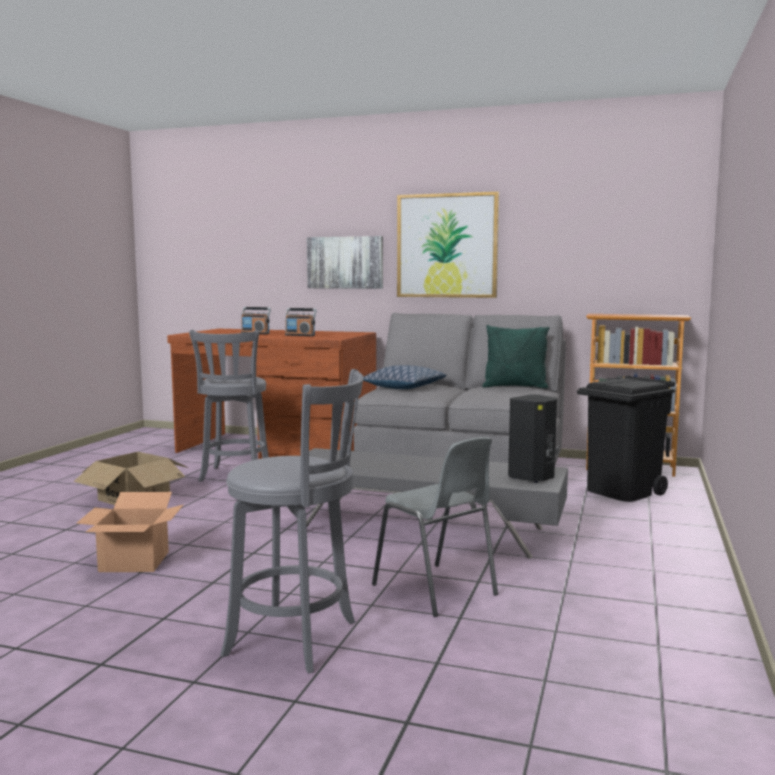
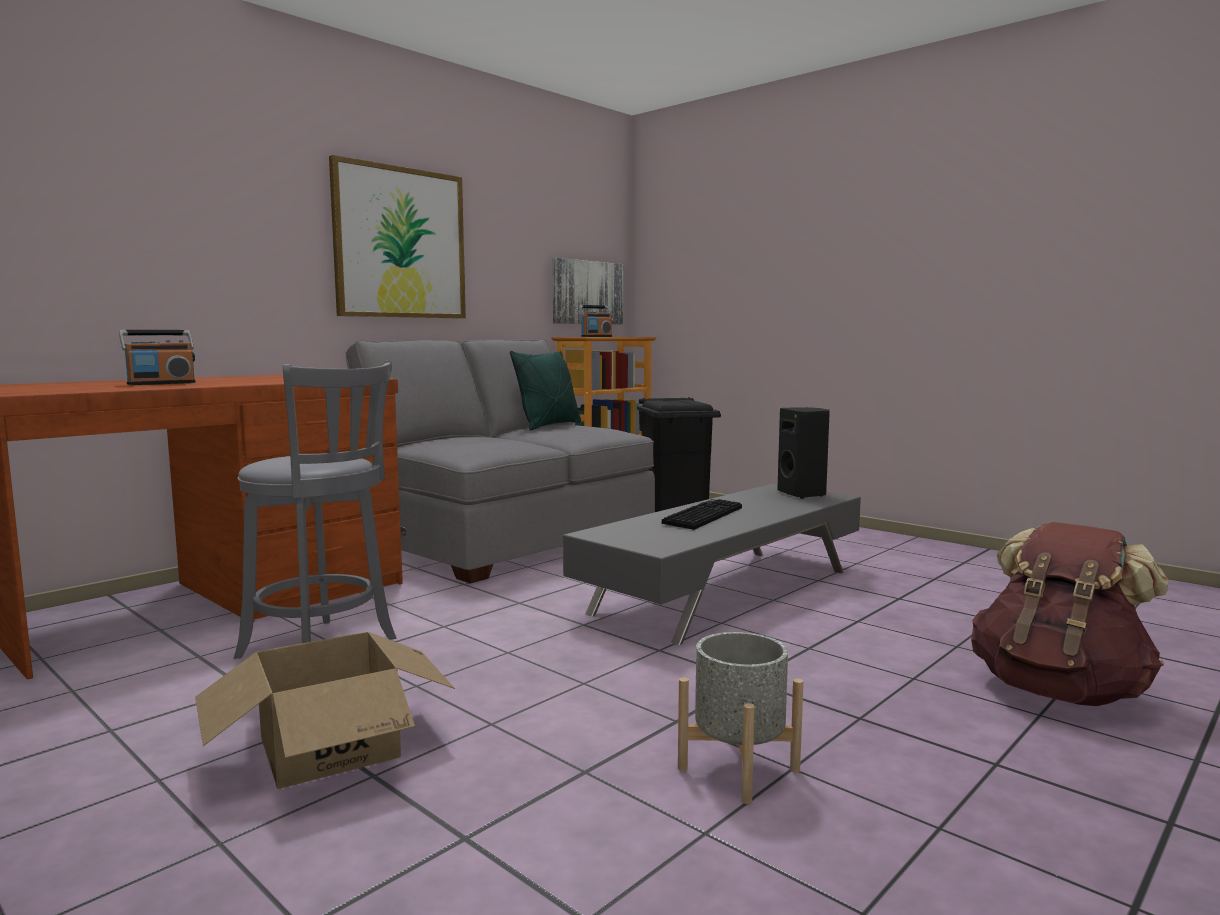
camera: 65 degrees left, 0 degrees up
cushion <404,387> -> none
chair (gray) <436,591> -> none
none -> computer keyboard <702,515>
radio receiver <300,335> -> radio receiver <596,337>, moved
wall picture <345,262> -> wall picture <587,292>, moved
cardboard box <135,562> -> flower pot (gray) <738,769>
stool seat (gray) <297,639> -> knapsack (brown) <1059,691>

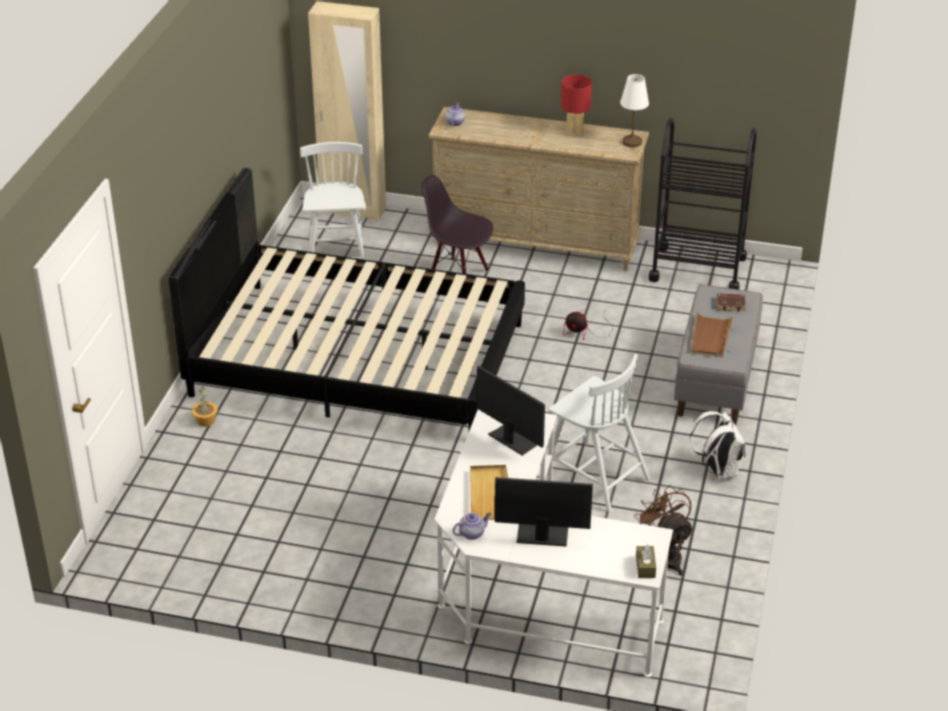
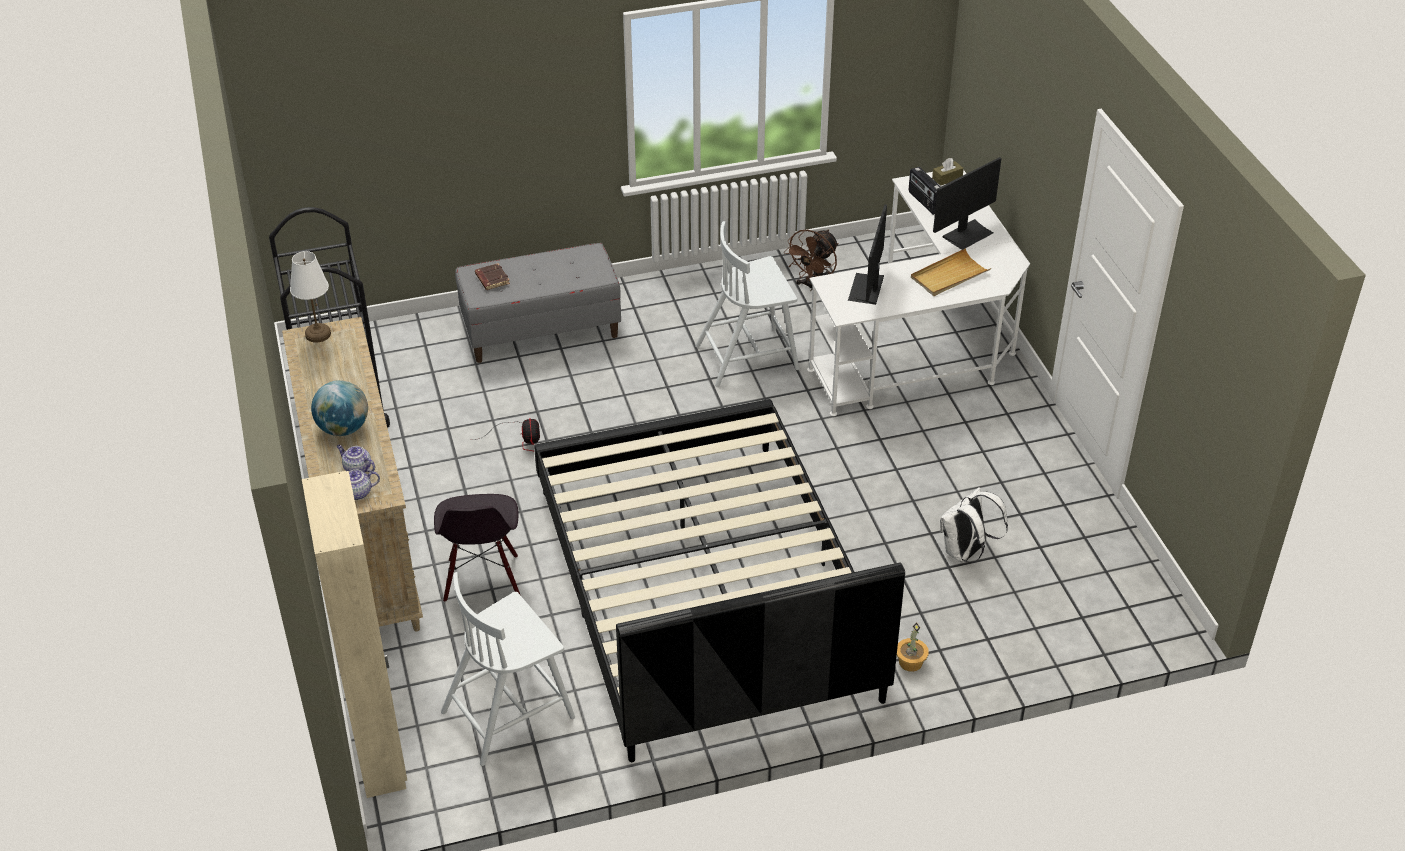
camera: 120 degrees left, 5 degrees up
tabletop lamp (red) <575,131> -> none
tray (brown) <710,337> -> none
none -> globe <343,429>
none -> radio receiver <924,202>
tea pot <472,533> -> tea pot <357,469>, moved
knapsack (white-coloured) <718,470> -> knapsack (white-coloured) <966,553>, moved
monitor <542,535> -> monitor <967,234>, 105 degrees counterclockwise
chair (white-coloured) <595,476> -> chair (white-coloured) <748,356>, 120 degrees counterclockwise

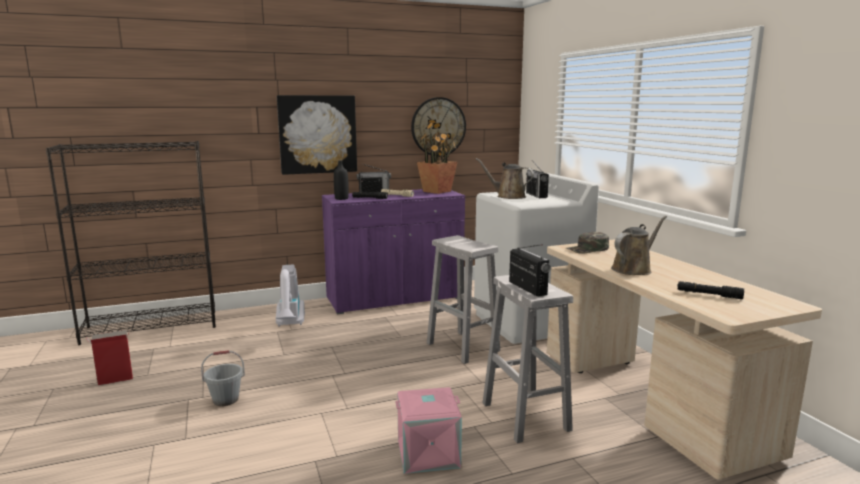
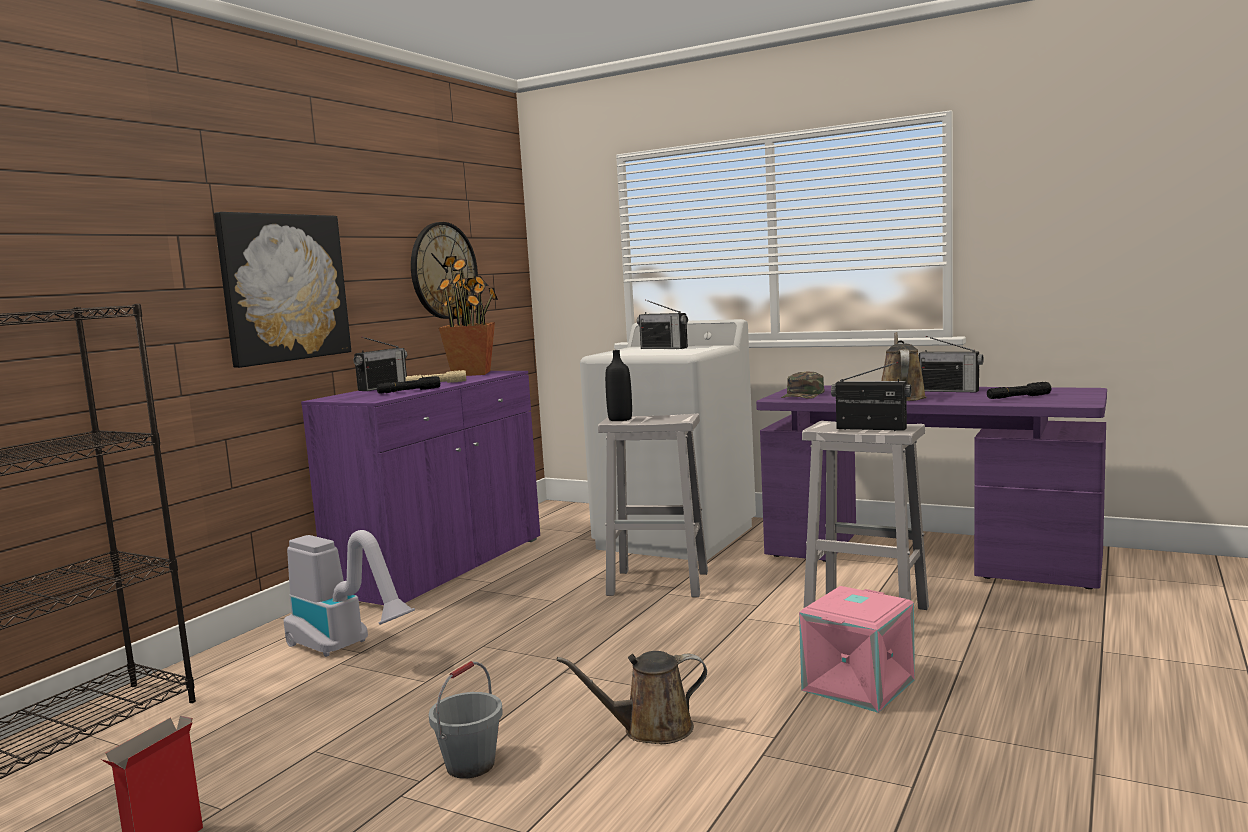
camera: 40 degrees left, 5 degrees down
none -> radio receiver <949,391>
bottle (black) <341,198> -> bottle (black) <620,419>, moved
sprinkling can (brown) <508,196> -> sprinkling can (brown) <651,729>, moved
desk unit (beige-coloured) <647,400> -> desk unit (purplish) <927,560>

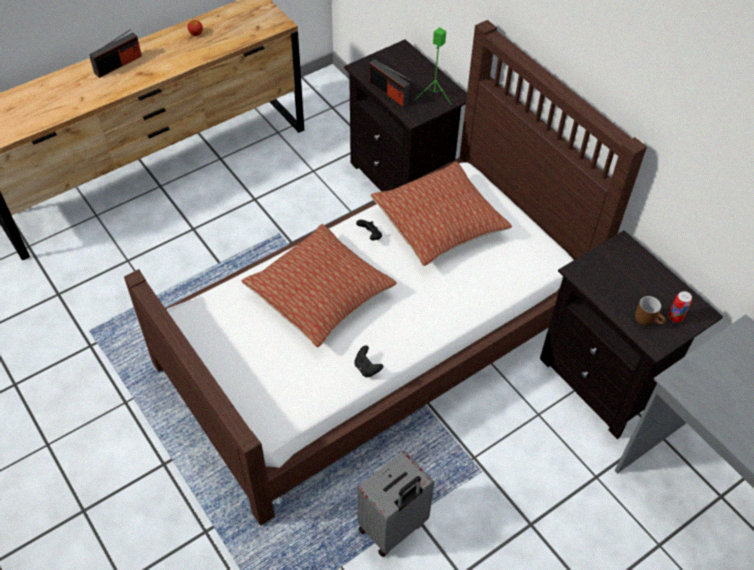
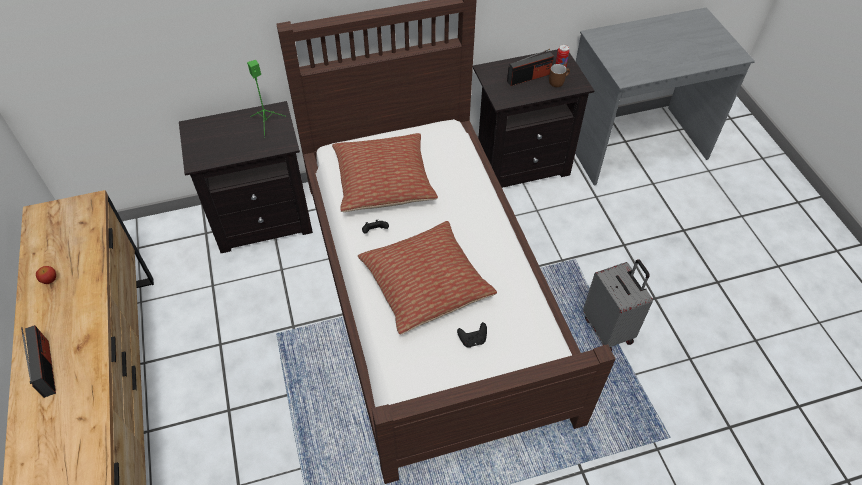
camera: 70 degrees left, 0 degrees up
joypad (black) <367,368> -> joypad (black) <472,340>, moved
radio receiver <389,92> -> radio receiver <529,77>, moved

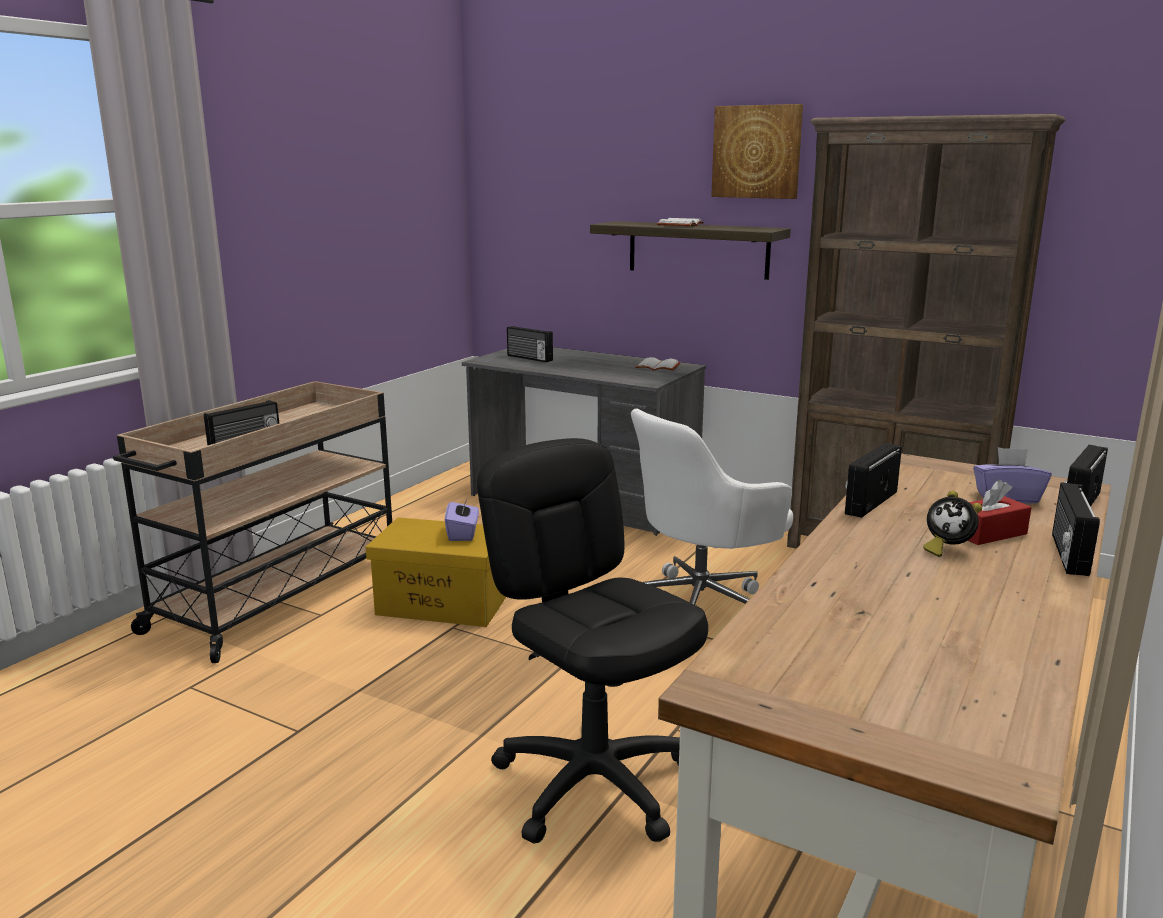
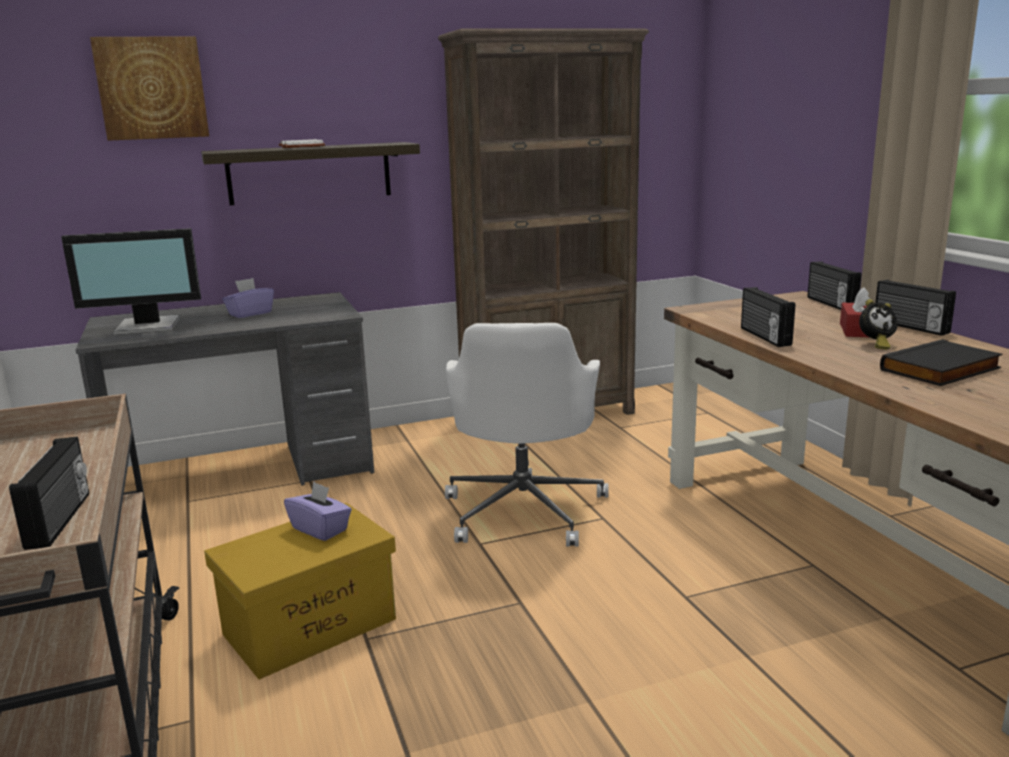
camera: 50 degrees left, 0 degrees up
desk chair (black) <594,782> -> none
bound book (white-coloured) <659,366> -> none
none -> bound book (black) <941,370>
wall picture <757,152> -> wall picture <152,88>, moved
tissue holder (purplish) <1007,497> -> tissue holder (purplish) <250,313>, moved
radio receiver <529,358> -> monitor <148,326>

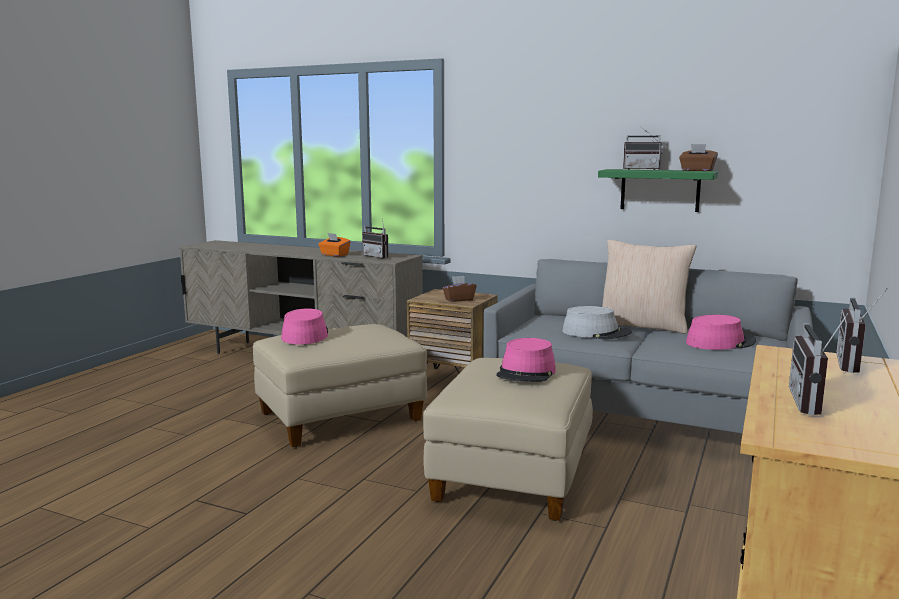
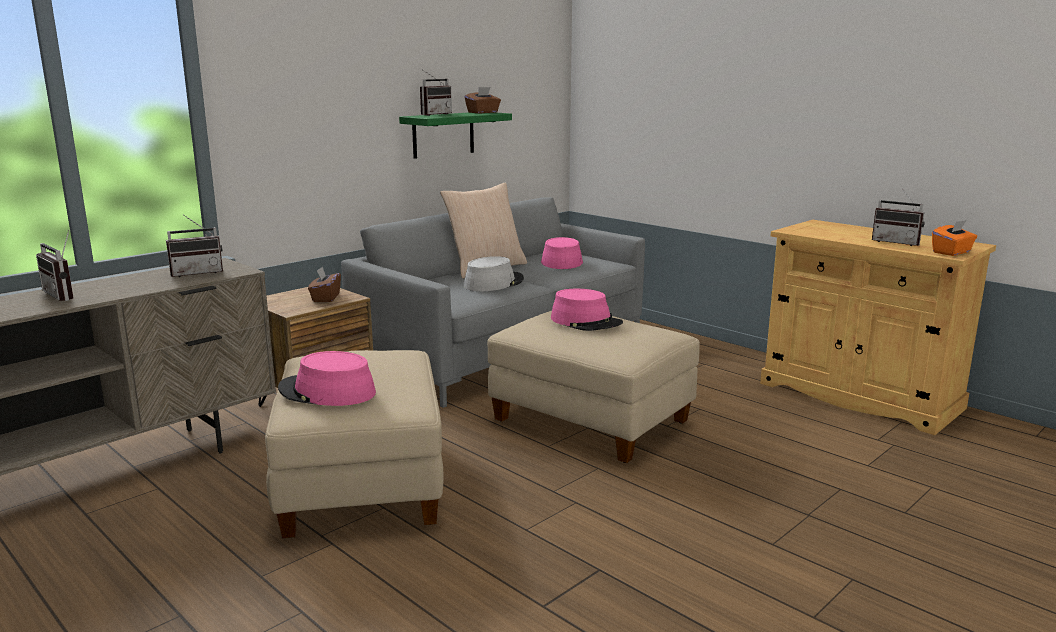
camera: 70 degrees left, 5 degrees up
tissue holder (orangey) <334,255> -> tissue holder (orangey) <952,252>, moved
radio receiver <857,365> -> radio receiver <66,295>, moved

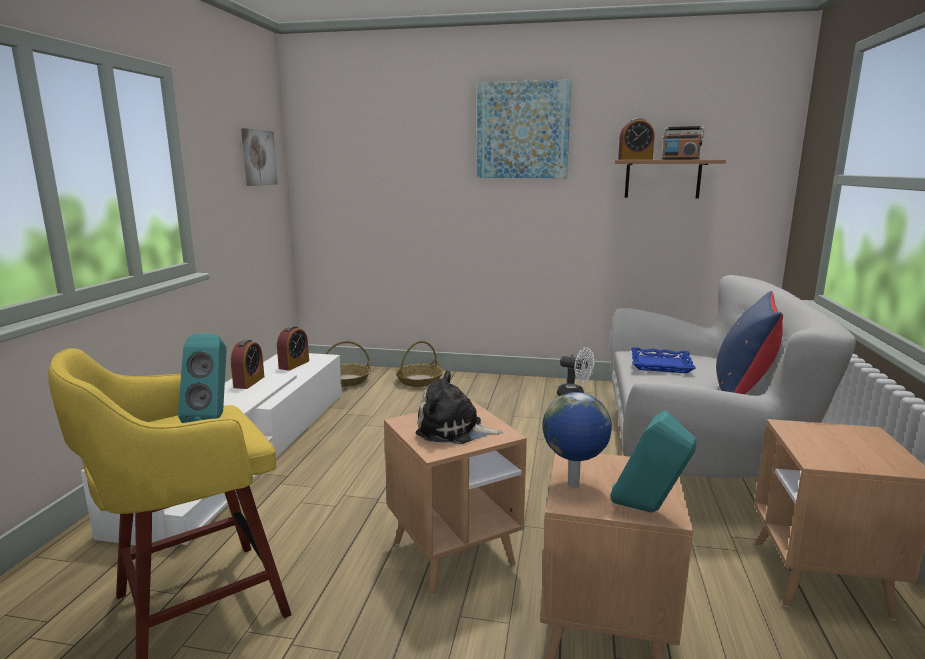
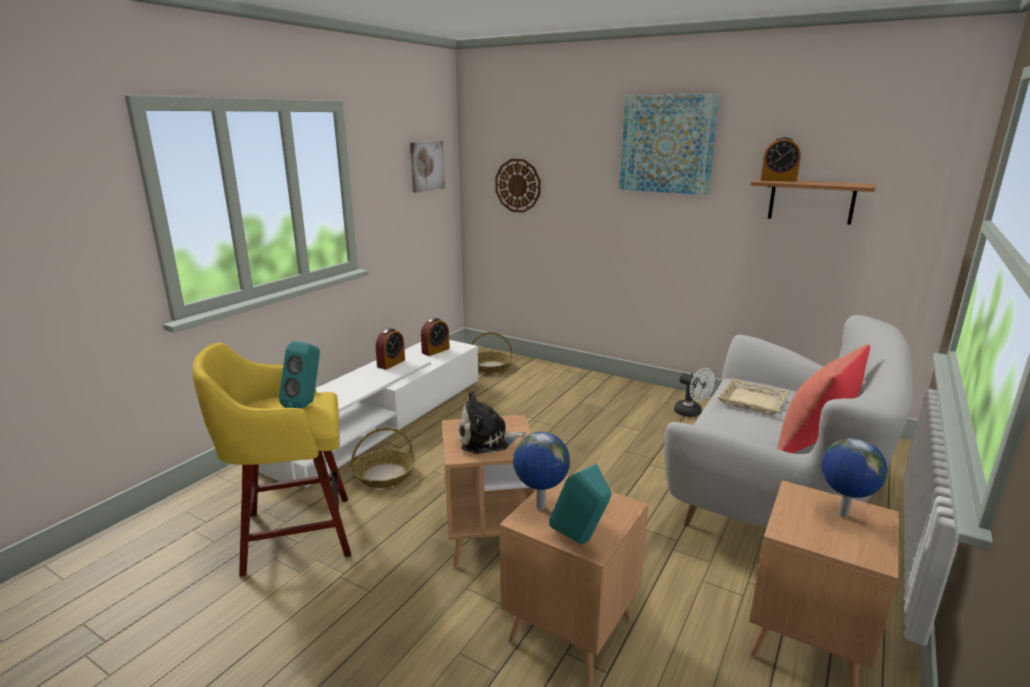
camera: 20 degrees right, 5 degrees up
radio receiver <680,159> -> none
none -> clock on the wall <518,185>
none -> globe <842,515>
household basket <419,381> -> household basket <384,475>, moved
tray (blue) <660,365> -> tray (beige-coloured) <752,401>
cushion (blue) <742,392> -> cushion (red) <813,445>
plush toy <453,430> -> plush toy <487,440>, 45 degrees counterclockwise

